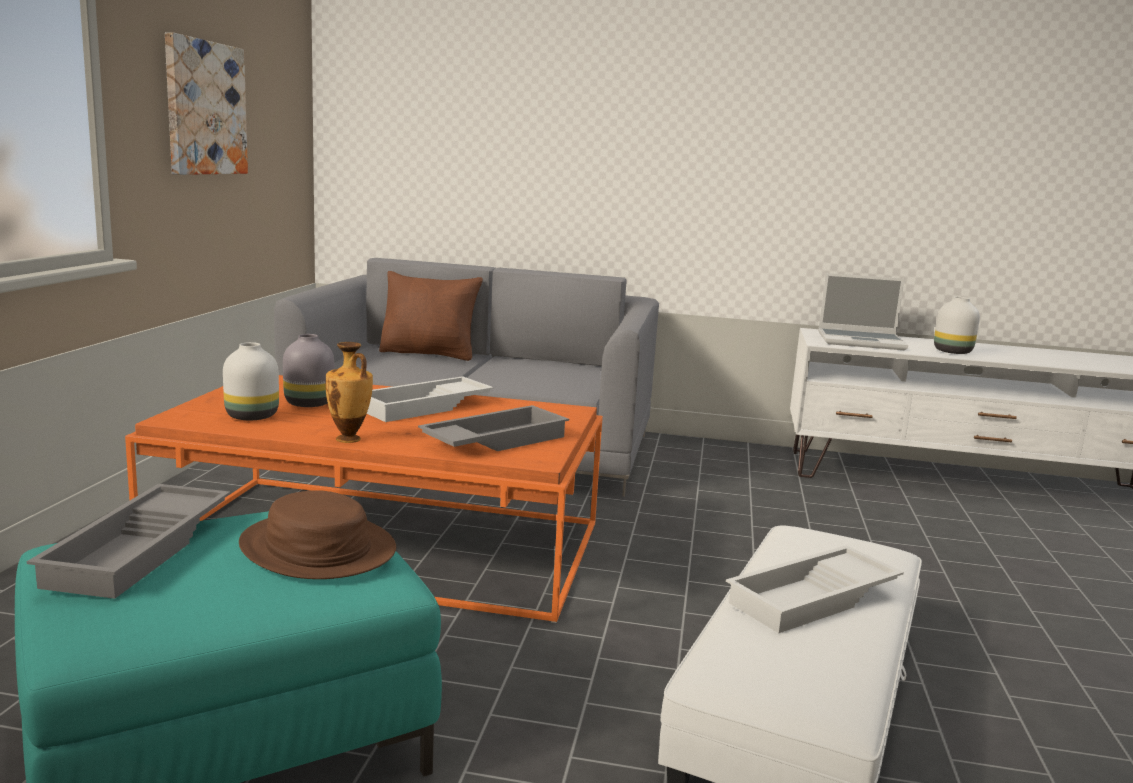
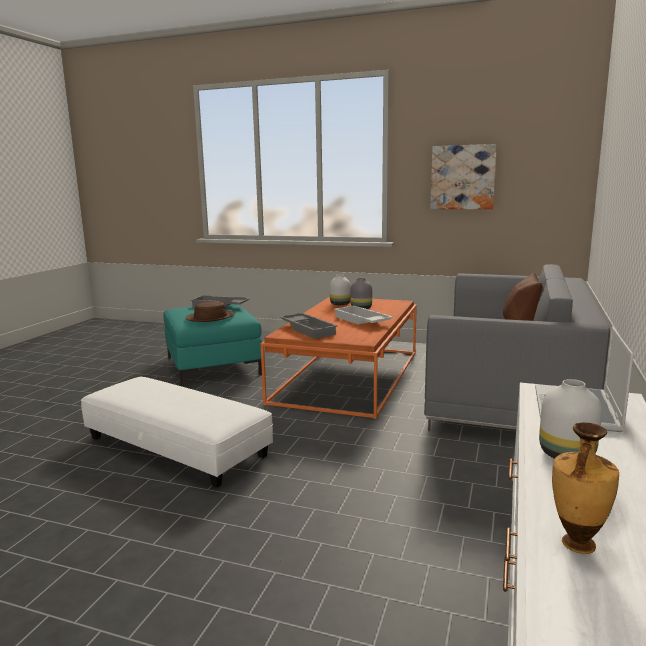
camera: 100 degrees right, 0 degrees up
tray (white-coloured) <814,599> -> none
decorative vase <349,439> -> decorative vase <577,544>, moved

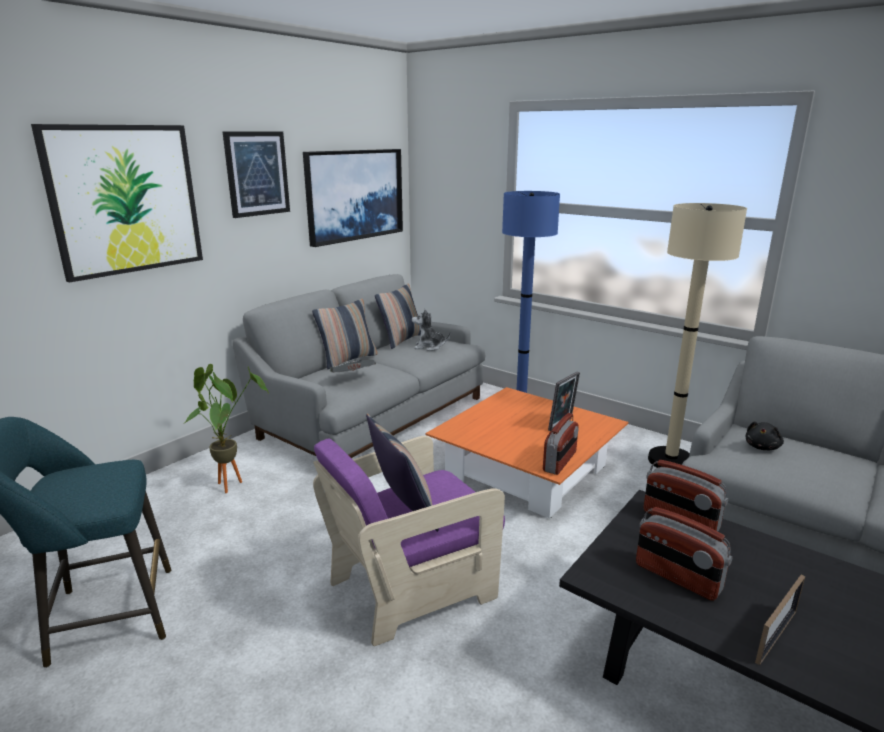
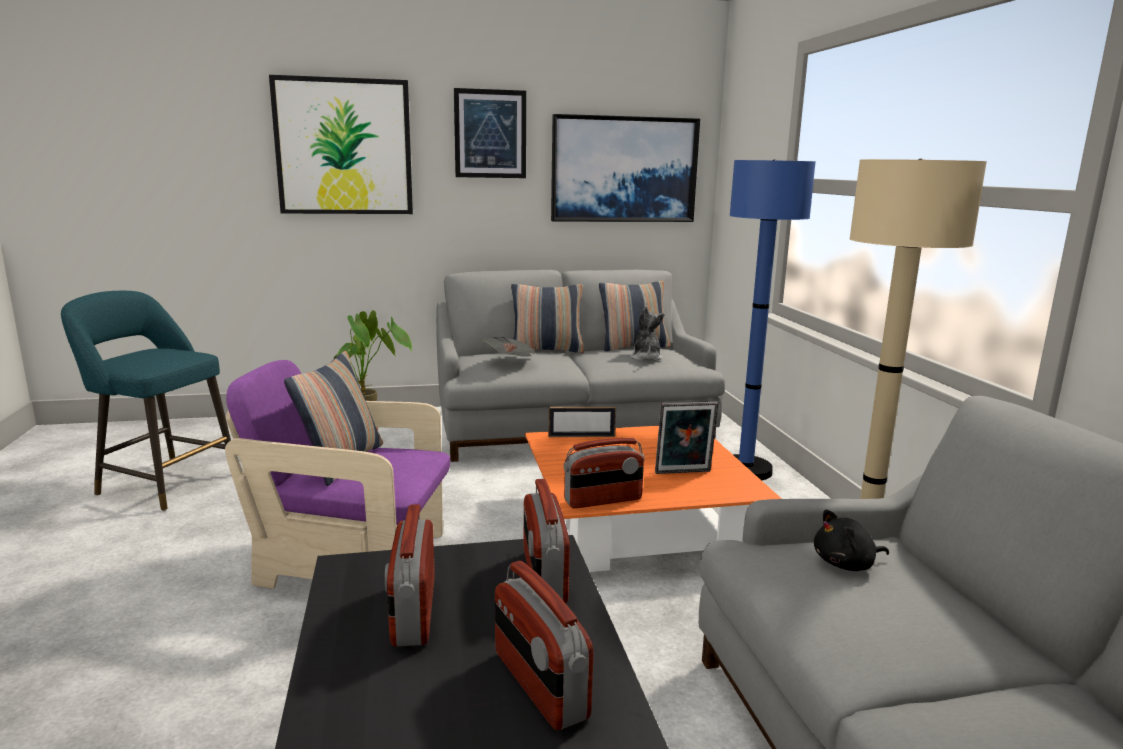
camera: 40 degrees right, 5 degrees down
none -> radio receiver <539,685>
photo frame <776,636> -> photo frame <581,436>, moved
plush toy <429,347> -> plush toy <645,357>, 45 degrees clockwise

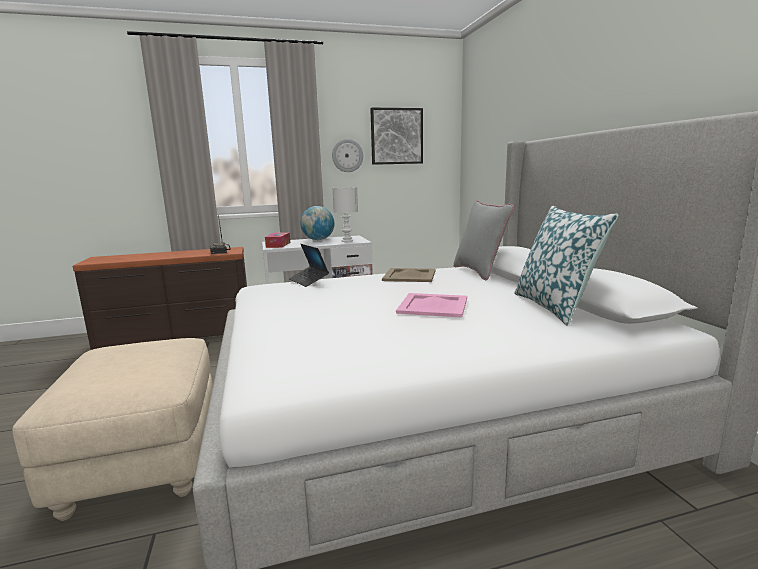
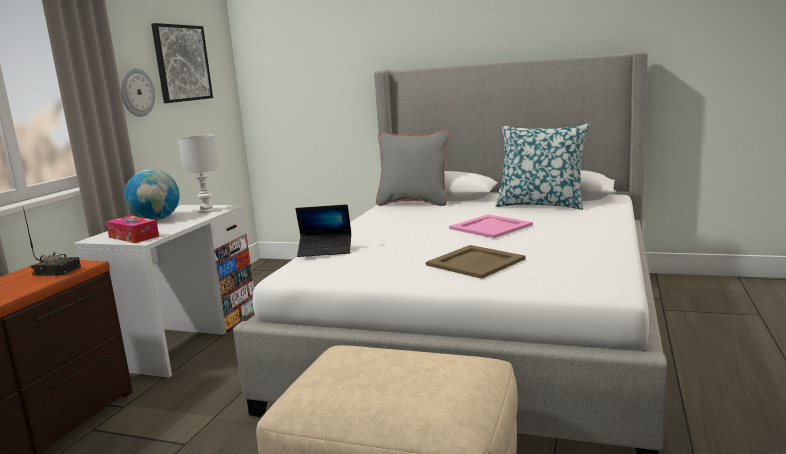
camera: 55 degrees left, 0 degrees up
tray (beige-coloured) <409,275> -> tray (beige-coloured) <474,262>, moved

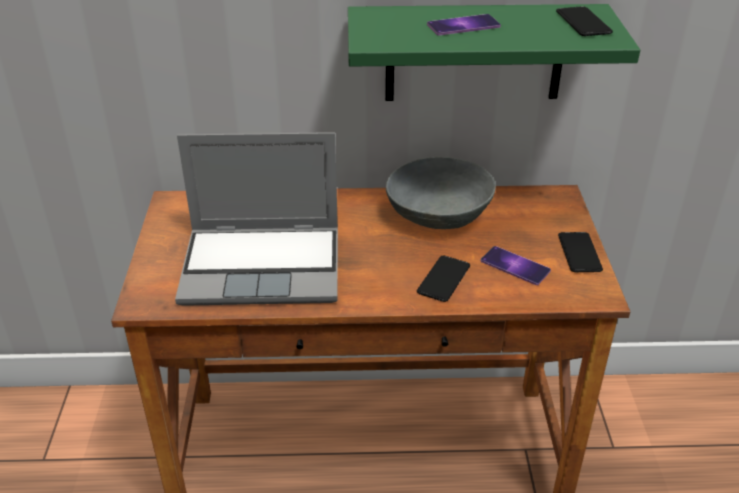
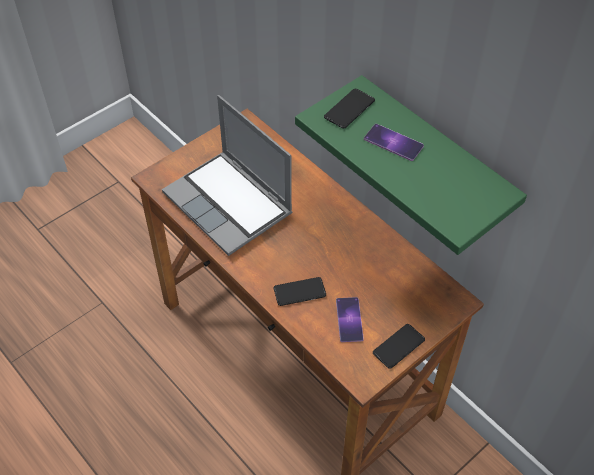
camera: 50 degrees right, 15 degrees up
serving bowl (gray) <439,215> -> none
handset <583,22> -> handset <349,109>, moved

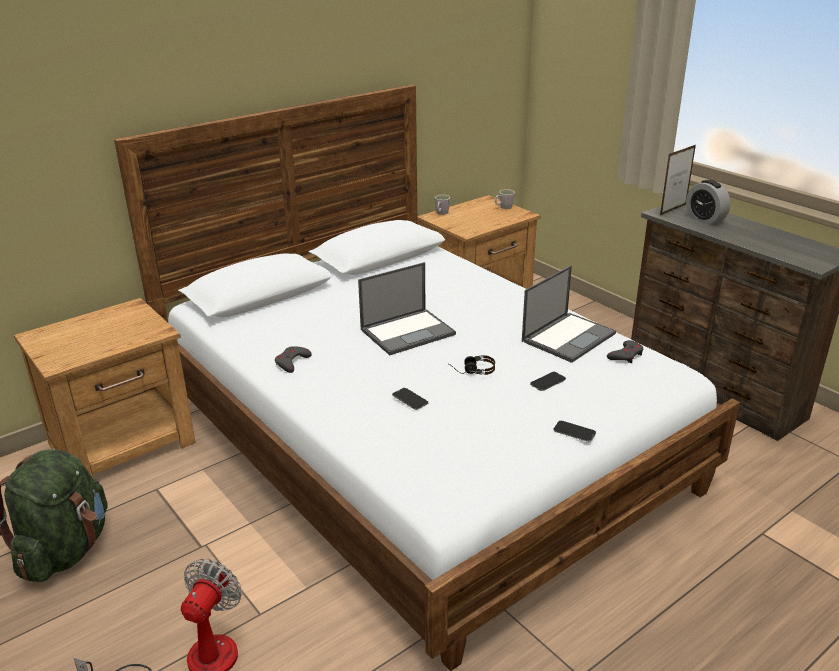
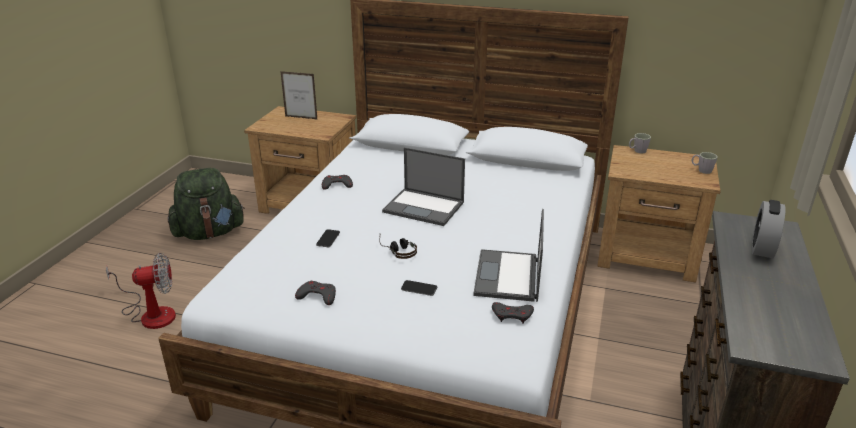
camera: 55 degrees right, 0 degrees up
handset <574,432> -> none
none -> joypad (gray) <317,296>
photo frame <673,209> -> photo frame <301,118>, moved
portable computer <569,337> -> portable computer <508,276>, 90 degrees clockwise

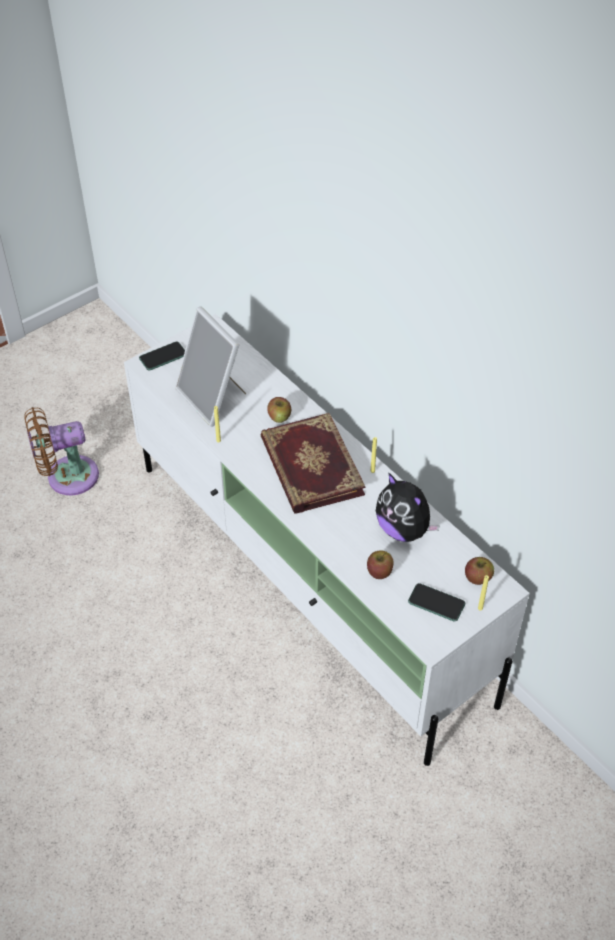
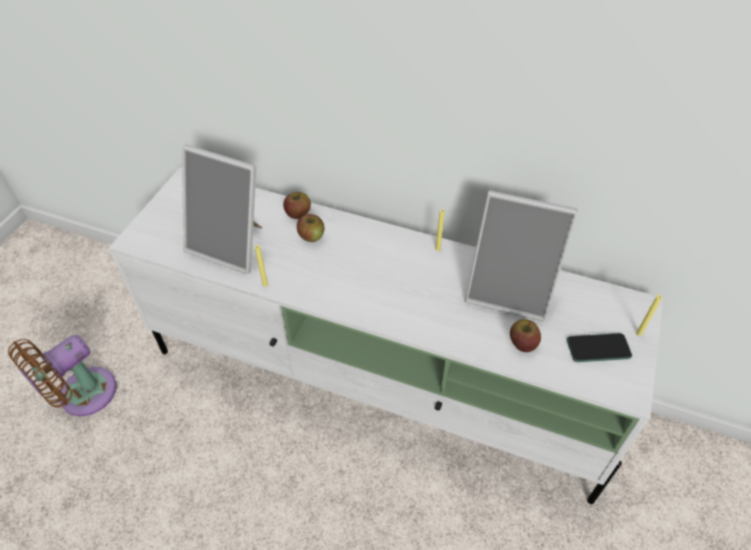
camera: 30 degrees left, 0 degrees up
handset <163,357> -> none
bound book <310,467> -> none
apple <478,577> -> apple <298,213>, moved
plush toy <404,529> -> photo frame <510,290>

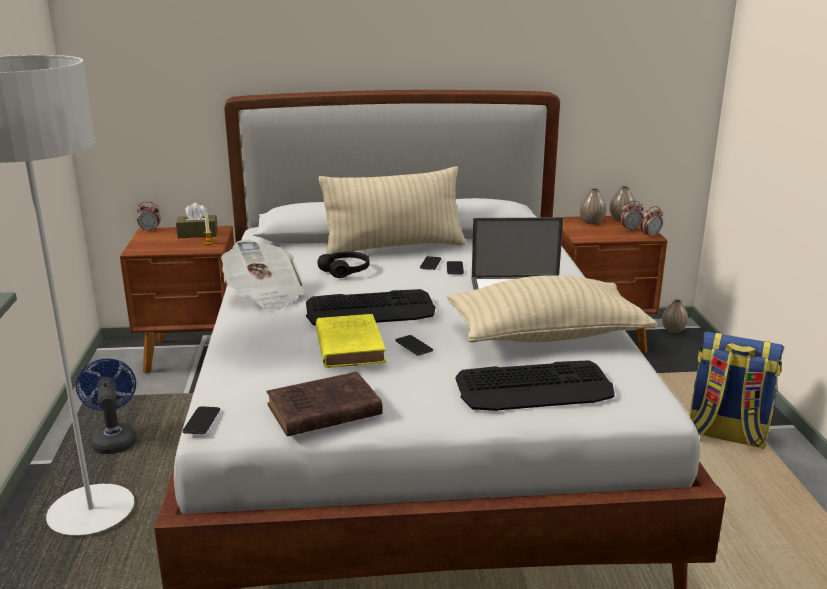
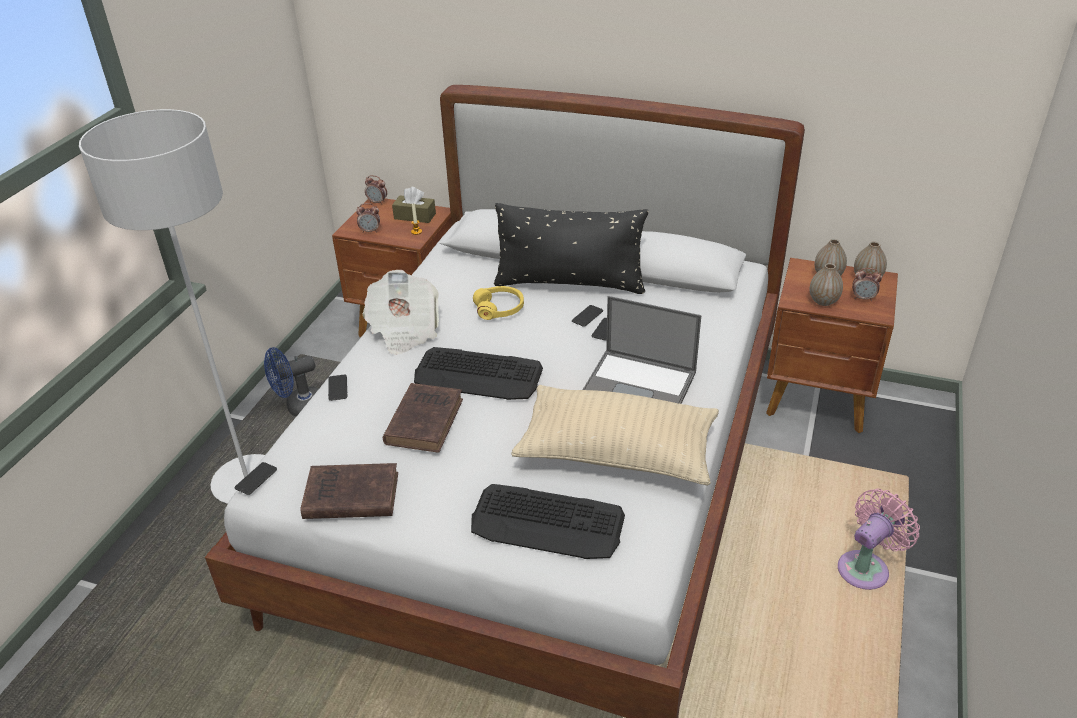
camera: 25 degrees right, 15 degrees up
handset <414,346> -> handset <338,388>, moved
table clock <650,236> -> table clock <370,231>, moved
decorative vase <673,330> -> decorative vase <823,301>, moved
knapsack <725,434> -> fan (pink-coloured) <866,567>
bound book (yellowish) <349,345> -> bound book (brown) <425,420>
headphones (black) <345,270> -> headphones (yellowish) <499,309>
cushion (beige-coloured) <394,248> -> cushion (black) <570,283>
fan (blue) <114,439> -> fan (blue) <299,407>, 120 degrees counterclockwise

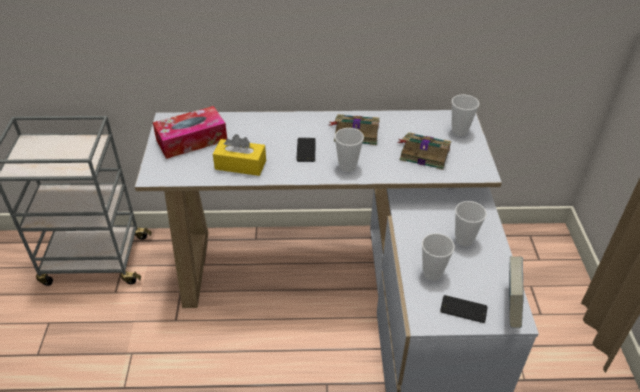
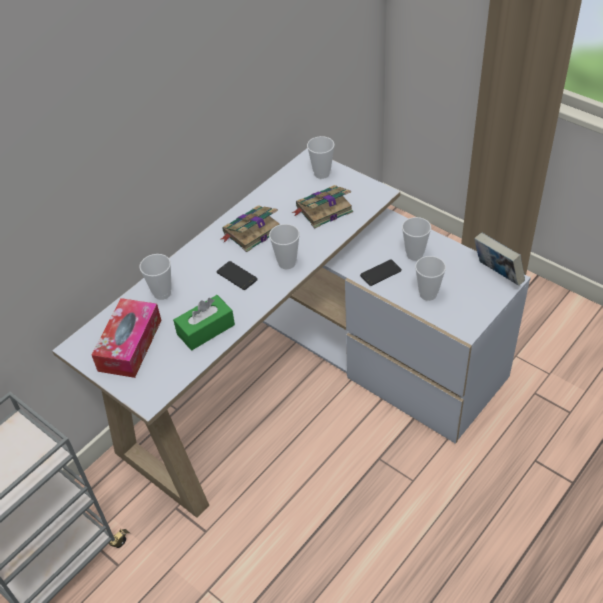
camera: 45 degrees left, 5 degrees up
none -> drinking cup <162,293>
handset <463,309> -> handset <380,273>, moved
tissue holder (yellowish) <240,165> -> tissue holder (green-coloured) <206,329>

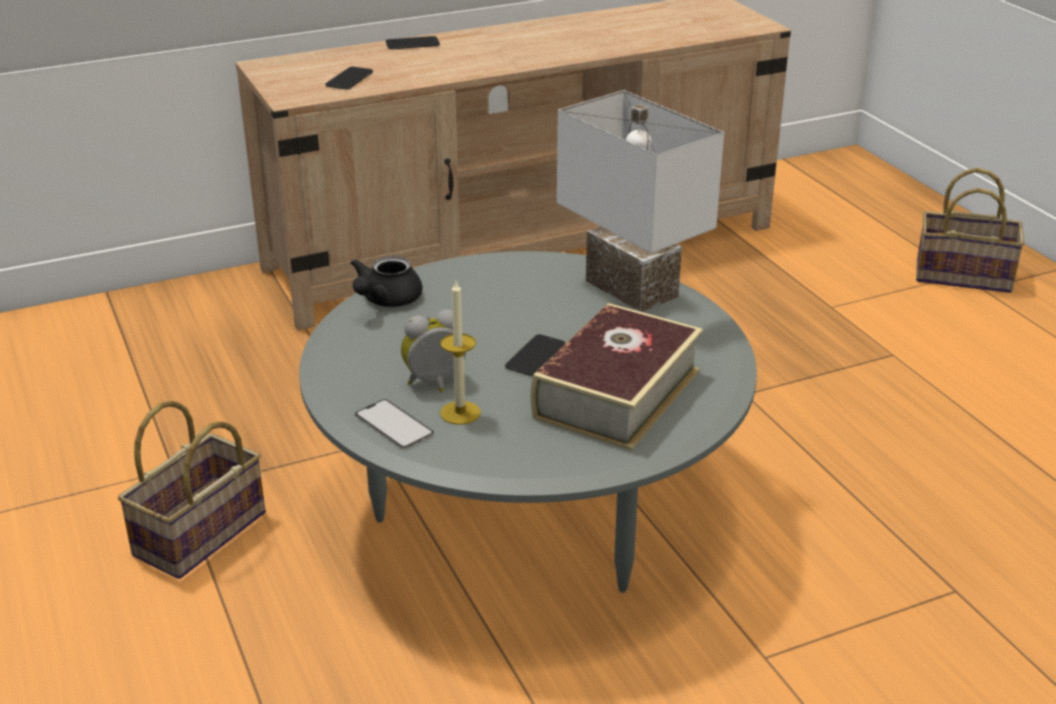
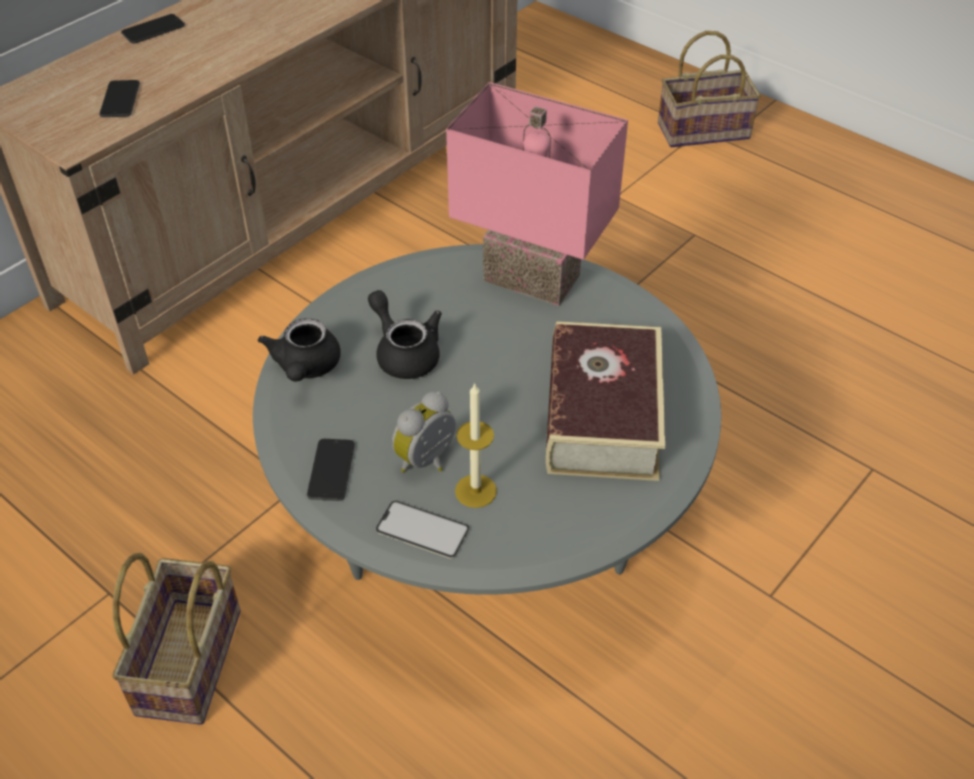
camera: 25 degrees left, 15 degrees up
none -> tea pot (black) <404,353>
handset <535,356> -> handset <331,470>, moved
tabletop lamp (white-coloured) <636,288> -> tabletop lamp (pink-coloured) <535,275>

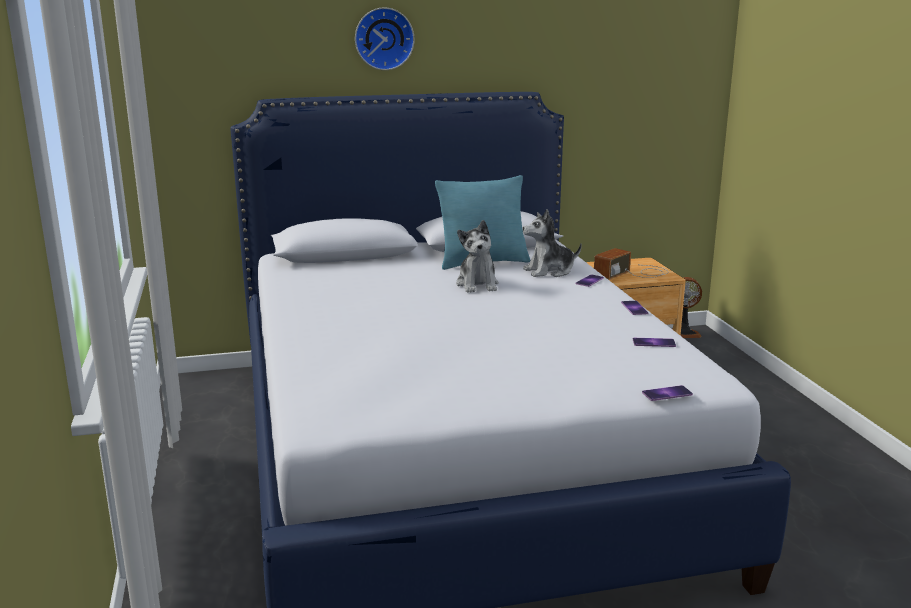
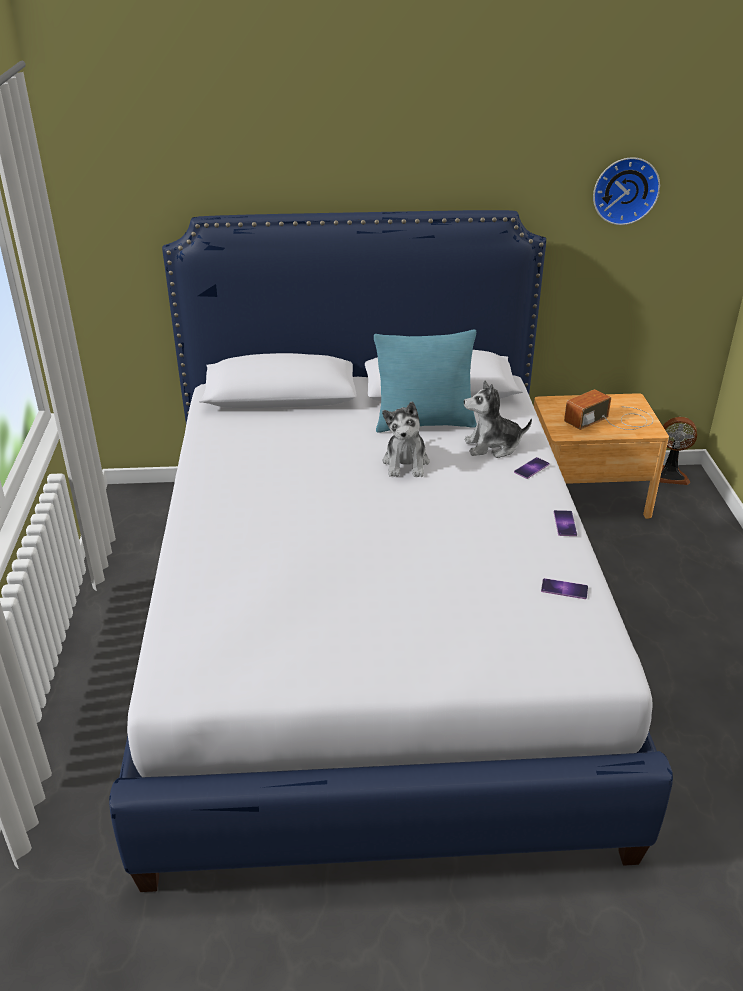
camera: 10 degrees right, 15 degrees up
handset <667,393> -> none
clock on the wall <384,38> -> clock on the wall <624,190>, moved

